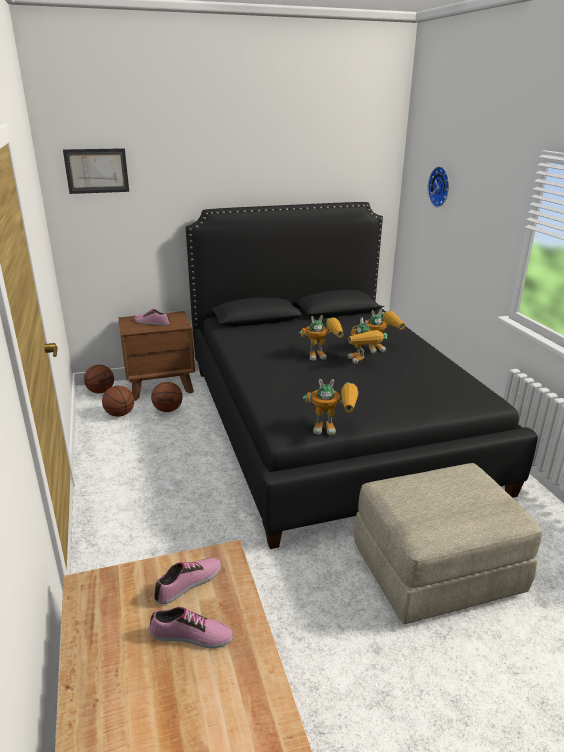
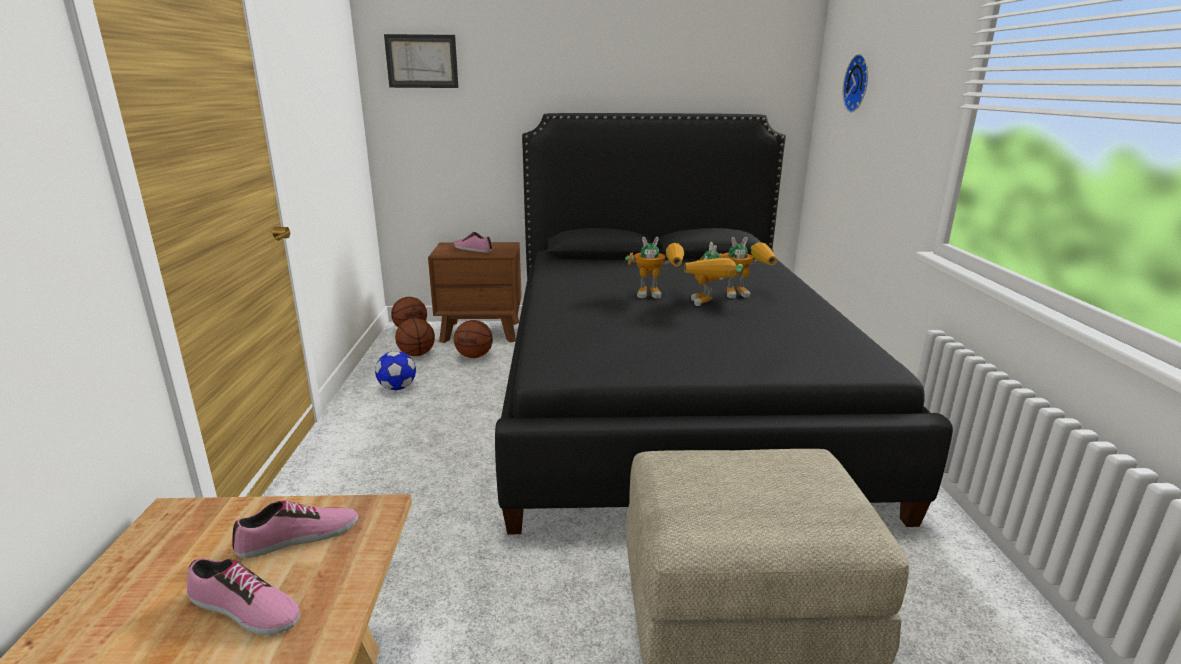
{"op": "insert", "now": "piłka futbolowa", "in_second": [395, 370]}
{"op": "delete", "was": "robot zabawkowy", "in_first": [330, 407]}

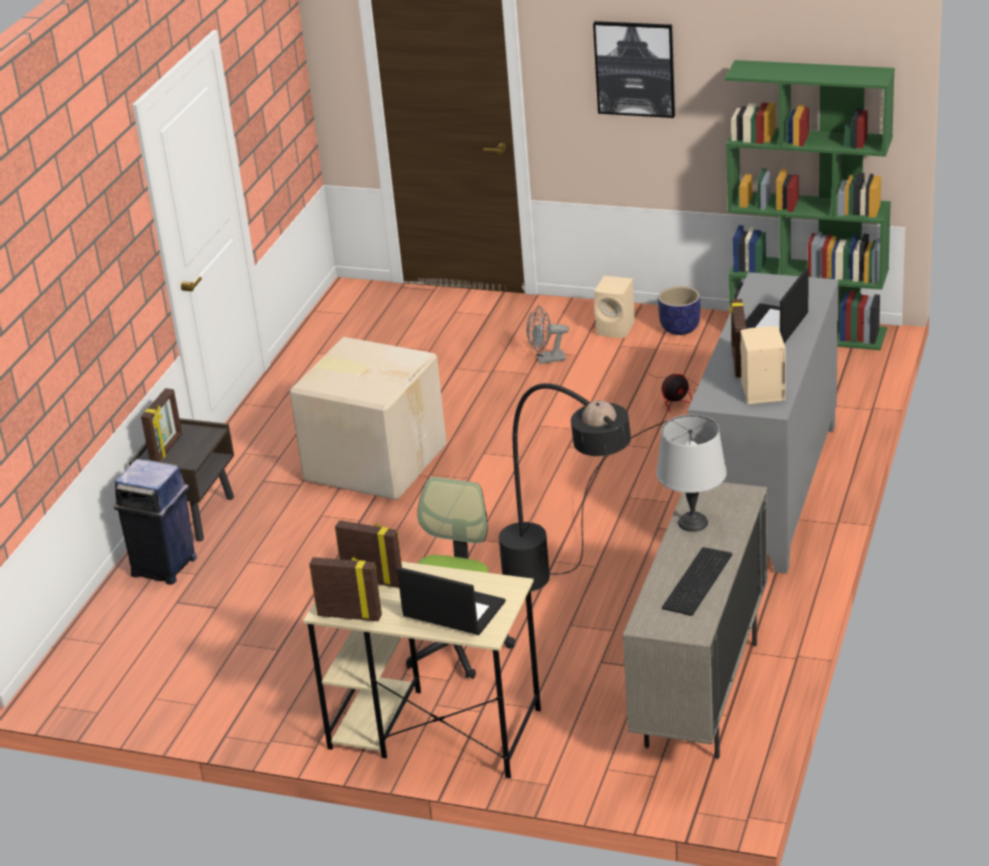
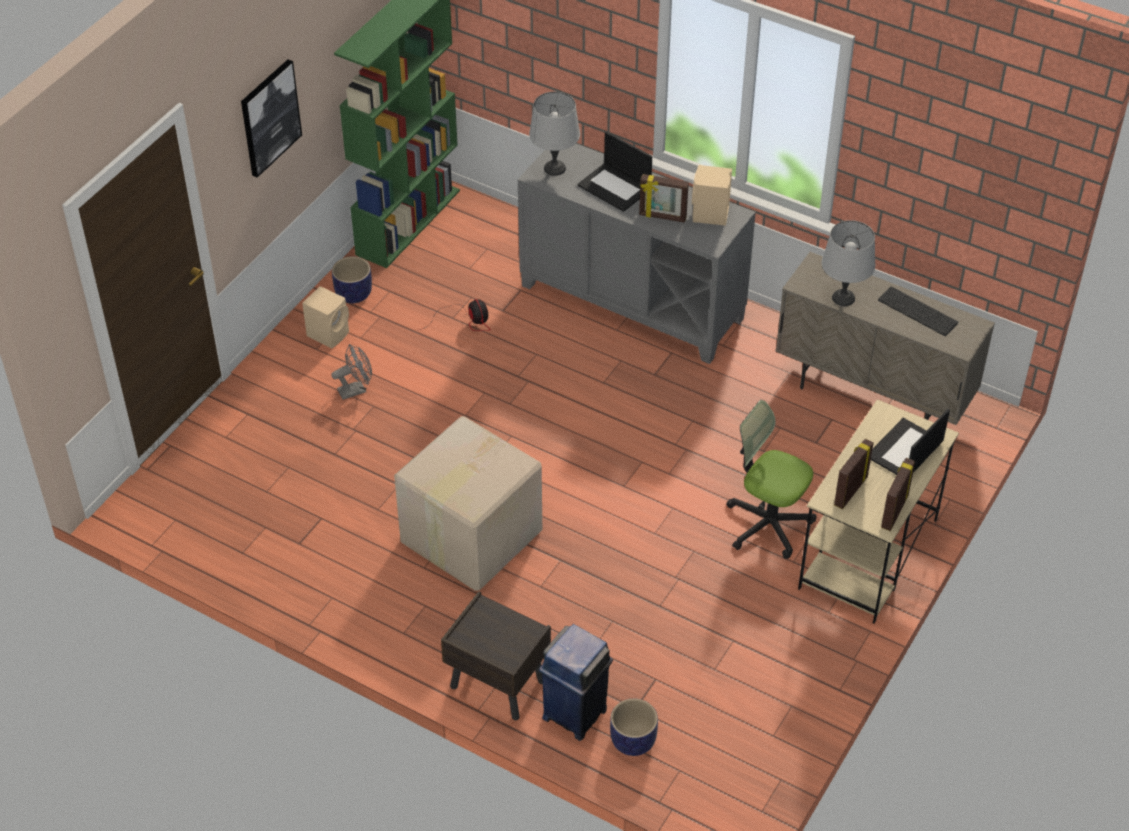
{"op": "rotate", "was": "wentylator/szary", "in_first": [548, 335], "in_second": [351, 372], "clockwise": -120}
{"op": "insert", "now": "lampa stołowa/szary", "in_second": [554, 134]}
{"op": "insert", "now": "donica", "in_second": [634, 727]}
{"op": "delete", "was": "ramka na zdjęcie", "in_first": [161, 425]}
{"op": "delete", "was": "lampa stojąca/czarny", "in_first": [583, 487]}

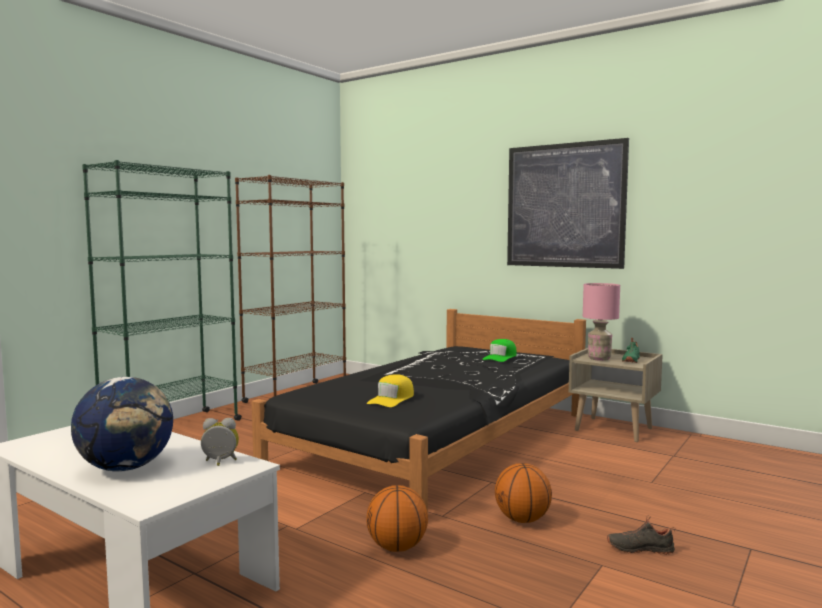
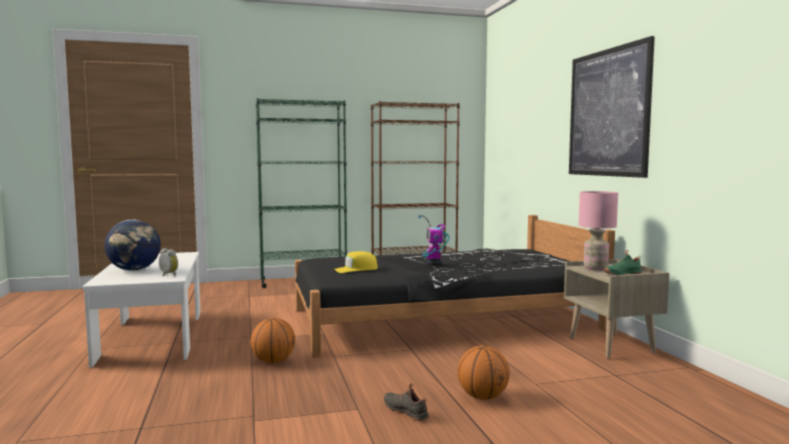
{"op": "insert", "now": "robot zabawkowy", "in_second": [433, 240]}
{"op": "move", "was": "piłka do koszykówki", "in_first": [523, 493], "in_second": [484, 372]}
{"op": "delete", "was": "czapka z daszkiem/zielony", "in_first": [500, 350]}

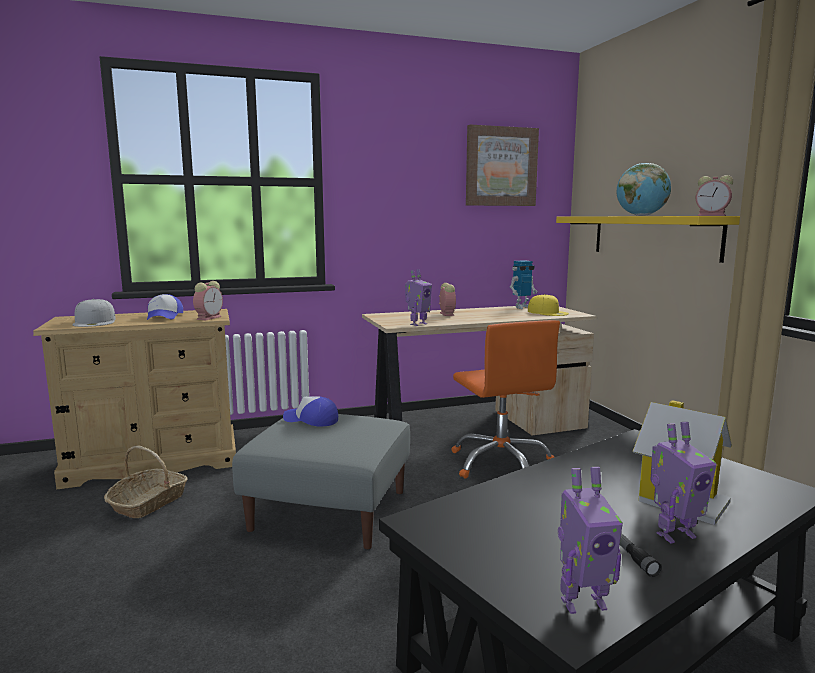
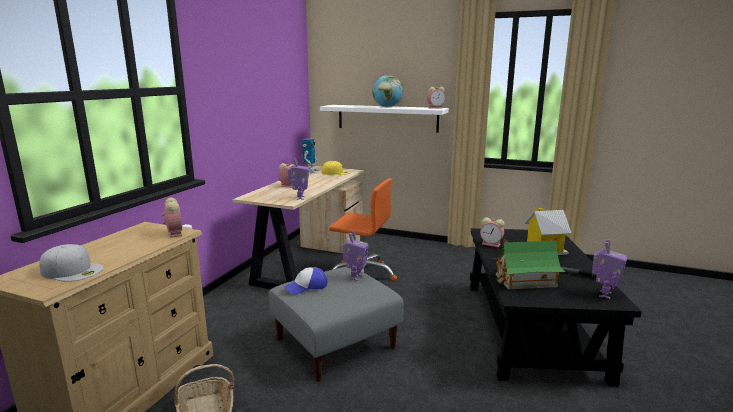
{"op": "recolor", "was": "półka/żółty", "now": "półka/biały", "in_first": [648, 239], "in_second": [384, 119]}
{"op": "move", "was": "robot zabawkowy", "in_first": [683, 483], "in_second": [355, 256]}
{"op": "insert", "now": "budzik", "in_second": [492, 232]}
{"op": "insert", "now": "domek", "in_second": [529, 263]}
{"op": "delete", "was": "czapka z daszkiem", "in_first": [165, 307]}
{"op": "delete", "was": "obraz", "in_first": [502, 165]}

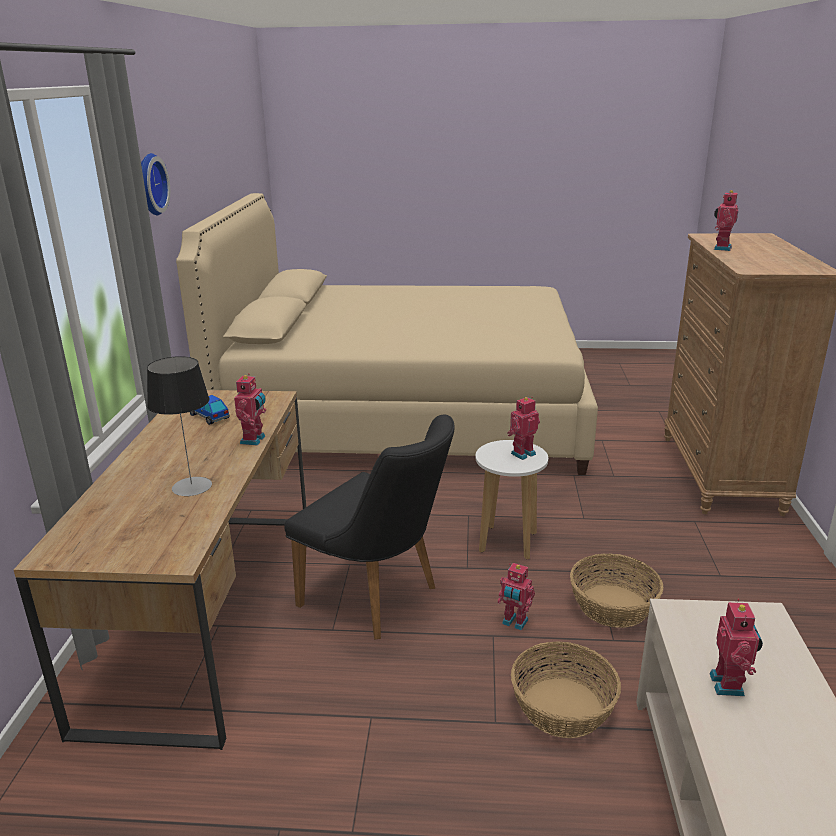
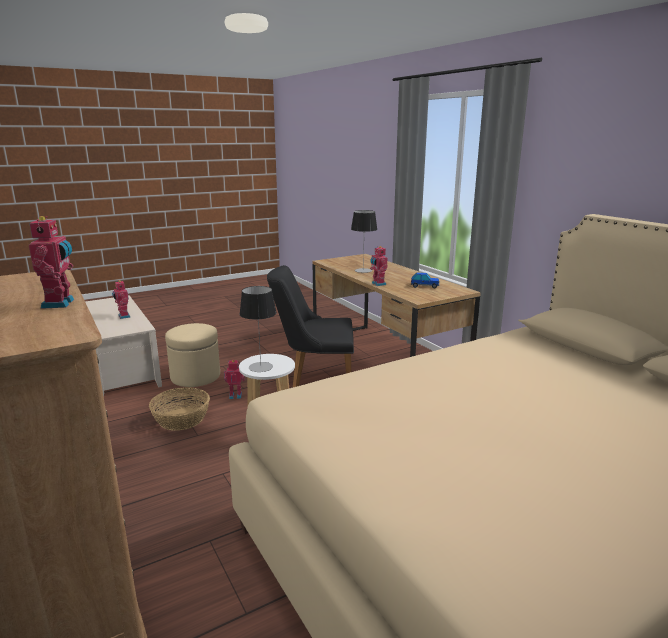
{"op": "replace", "was": "koszyk", "now": "pufa/beżowy", "in_first": [566, 690], "in_second": [192, 355]}
{"op": "replace", "was": "robot zabawkowy", "now": "lampa stołowa", "in_first": [523, 428], "in_second": [258, 329]}
{"op": "delete", "was": "zegar ścienny", "in_first": [155, 184]}

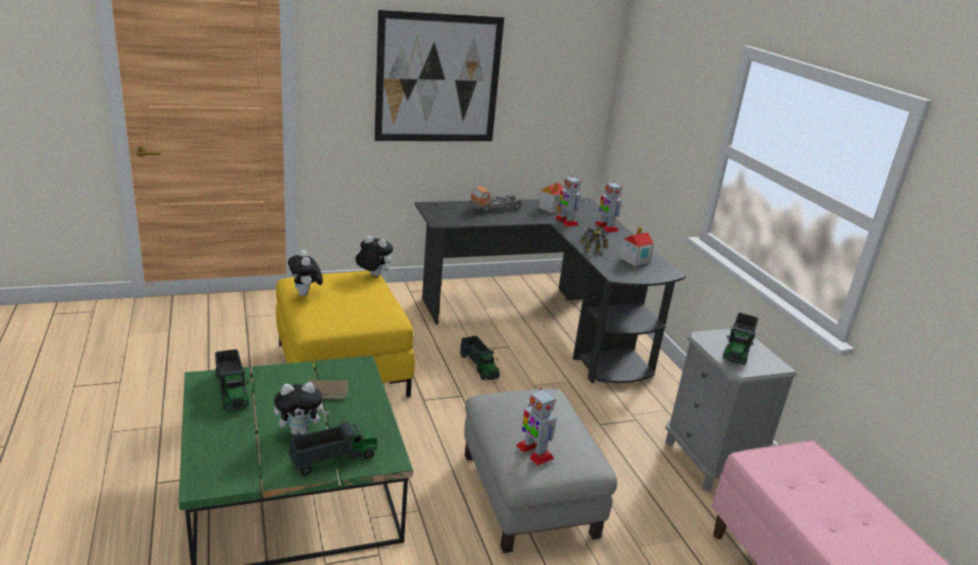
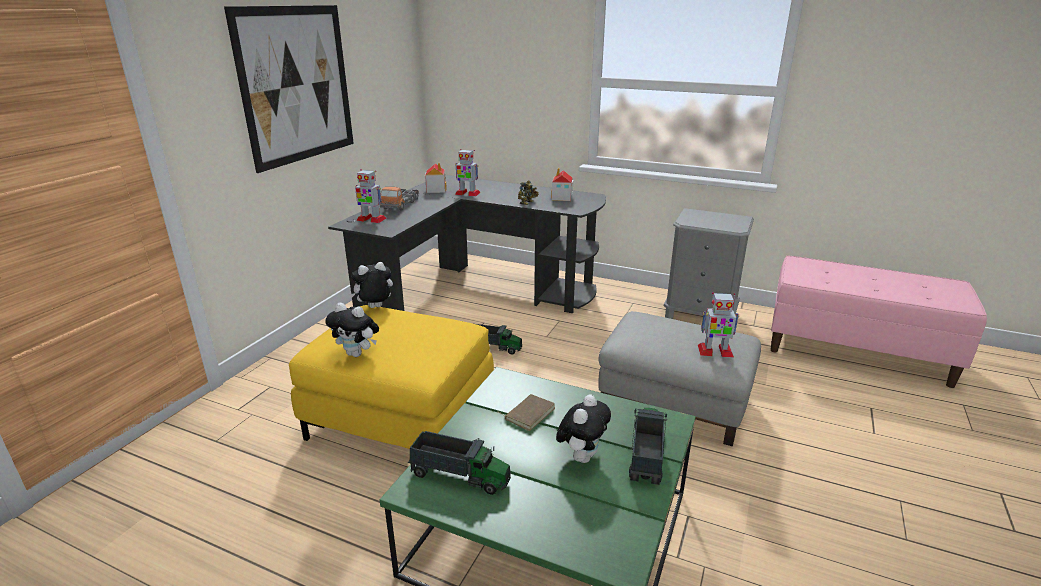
{"op": "move", "was": "robot zabawkowy", "in_first": [608, 207], "in_second": [370, 196]}
{"op": "delete", "was": "ciężarówka zabawkowa", "in_first": [741, 338]}

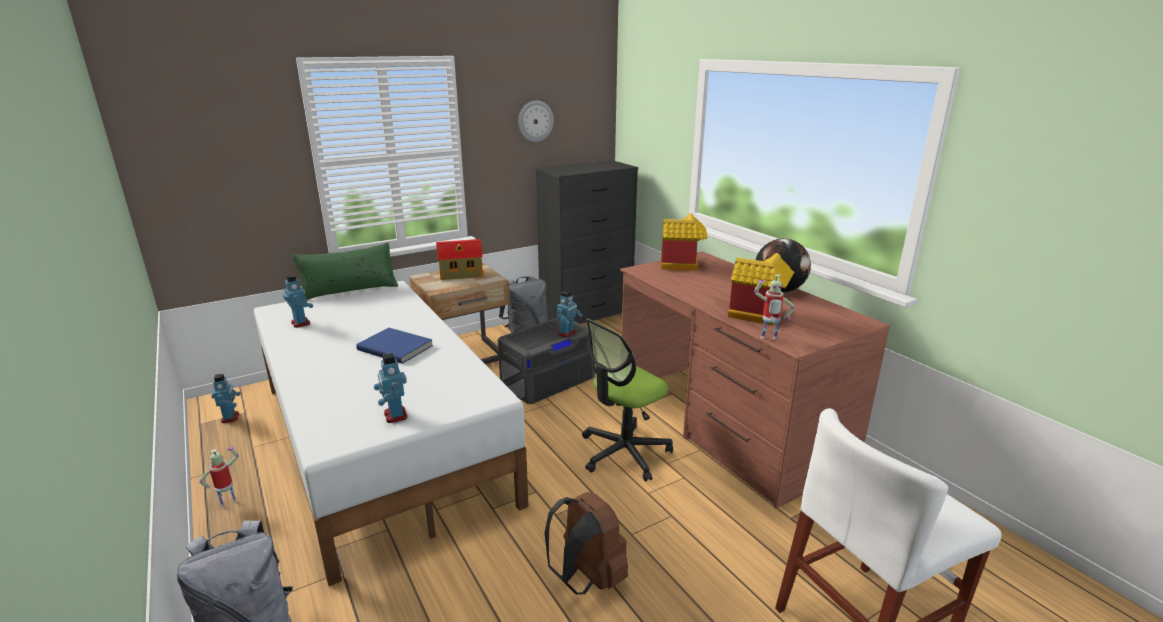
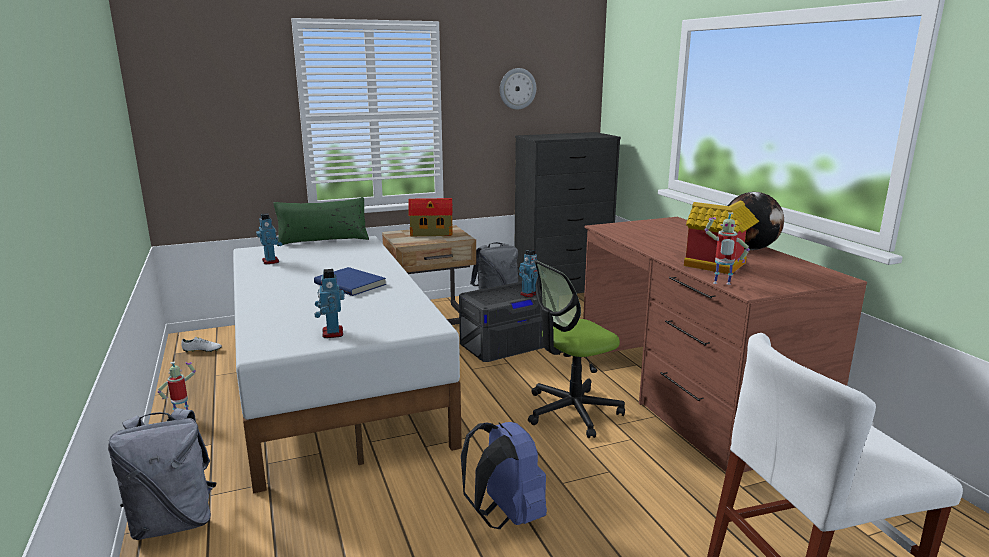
{"op": "replace", "was": "robot zabawkowy", "now": "but/biały", "in_first": [225, 398], "in_second": [201, 345]}
{"op": "recolor", "was": "plecak/brązowy", "now": "plecak/niebieski", "in_first": [586, 543], "in_second": [504, 475]}
{"op": "delete", "was": "domek", "in_first": [684, 242]}

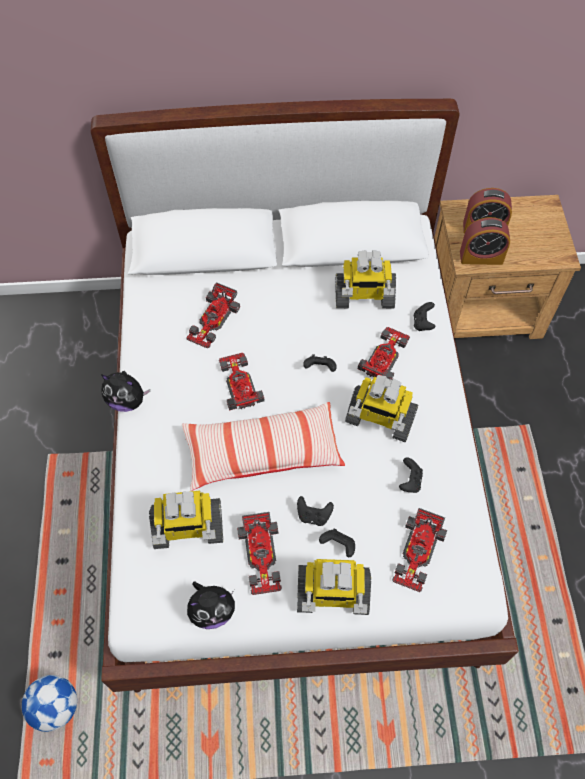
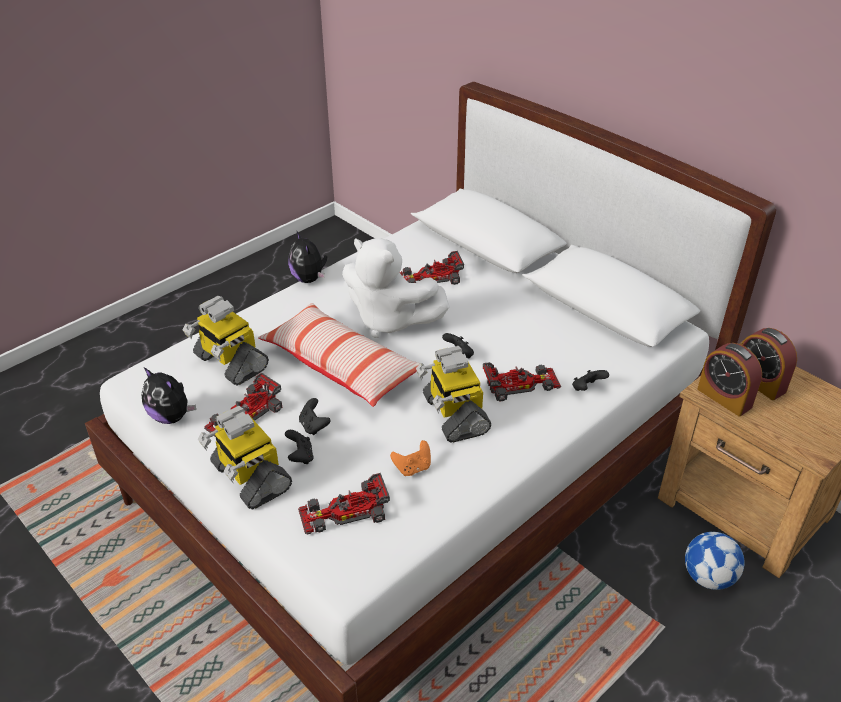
{"op": "replace", "was": "samochodzik", "now": "pluszak/biały", "in_first": [242, 381], "in_second": [396, 288]}
{"op": "recolor", "was": "pad do gier/czarny", "now": "pad do gier/pomarańczowy", "in_first": [411, 475], "in_second": [410, 458]}
{"op": "move", "was": "piłka futbolowa", "in_first": [49, 703], "in_second": [715, 561]}
{"op": "delete", "was": "robot zabawkowy", "in_first": [365, 279]}

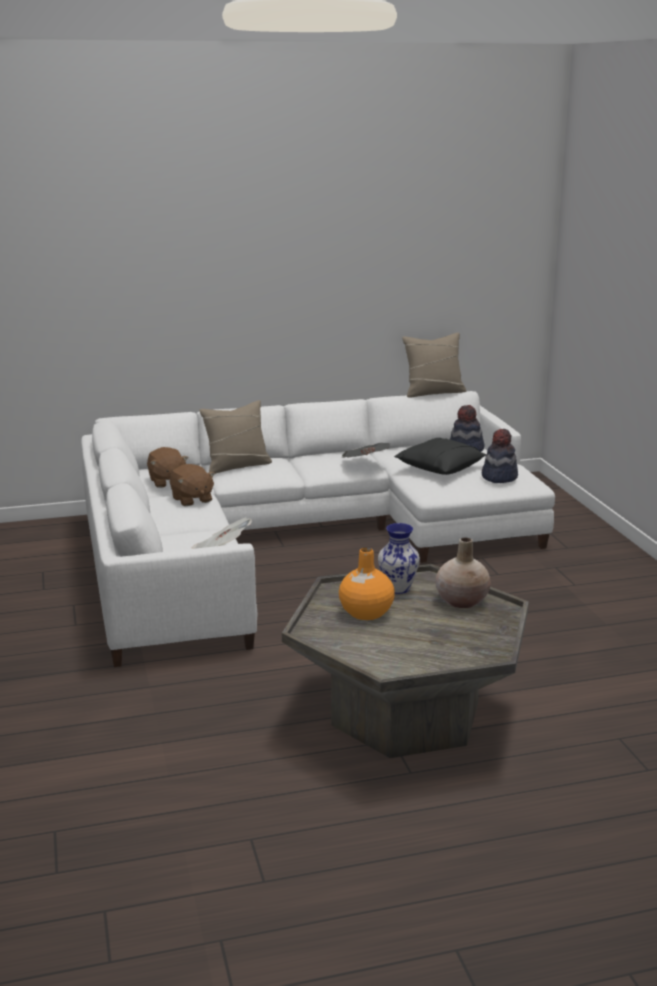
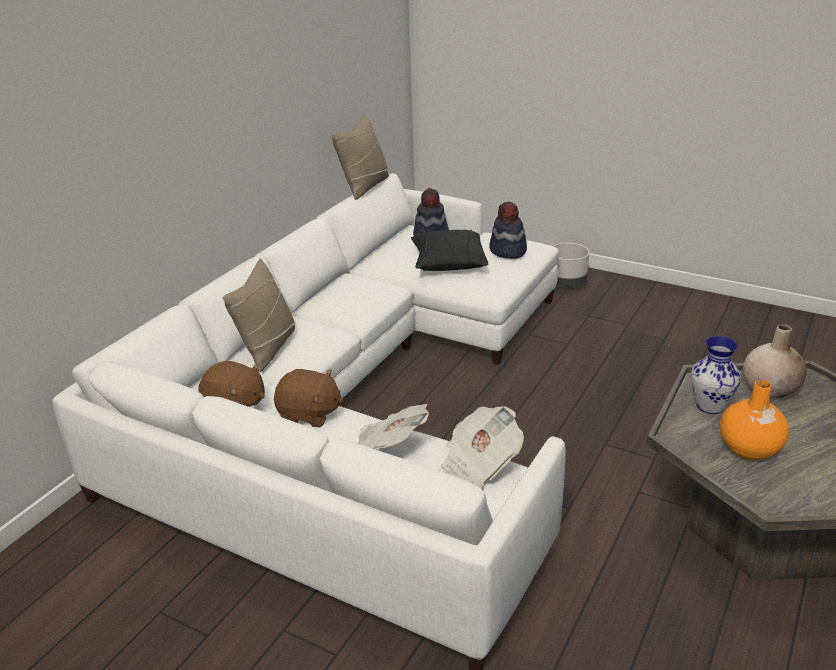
{"op": "move", "was": "gazeta", "in_first": [365, 450], "in_second": [393, 426]}
{"op": "insert", "now": "donica/szary", "in_second": [571, 265]}

